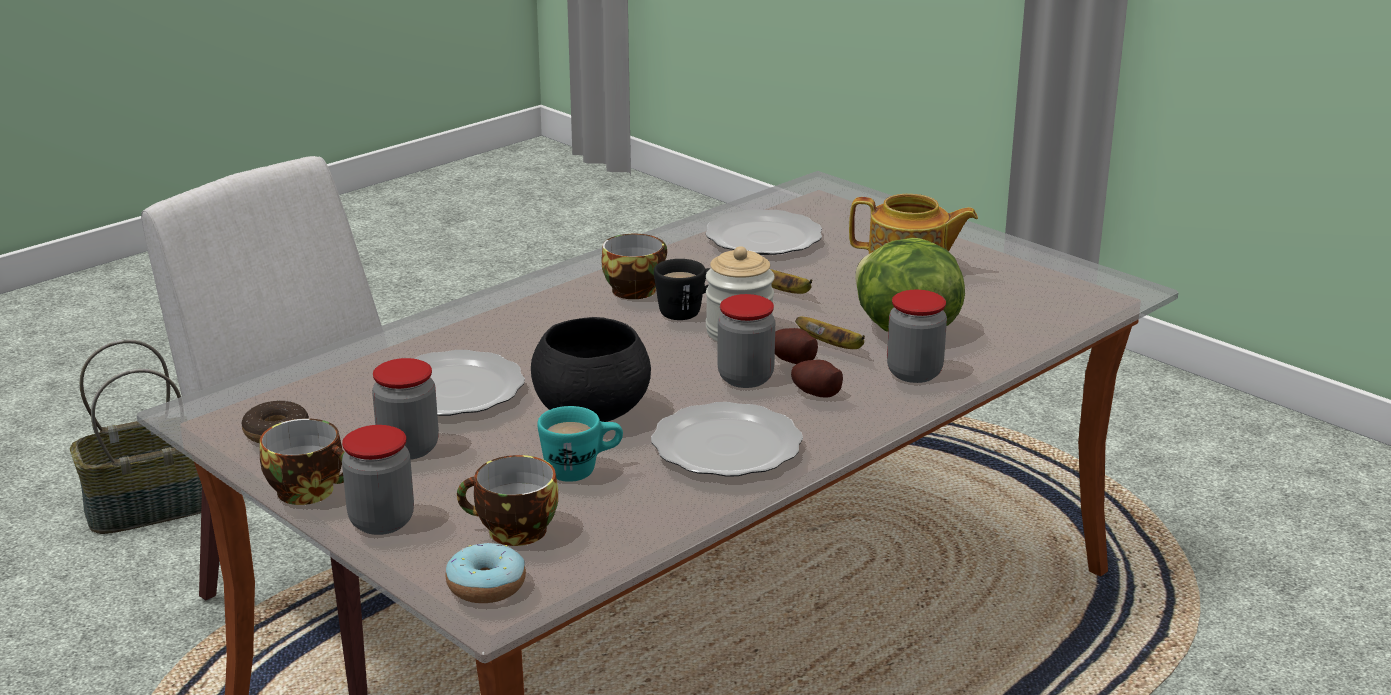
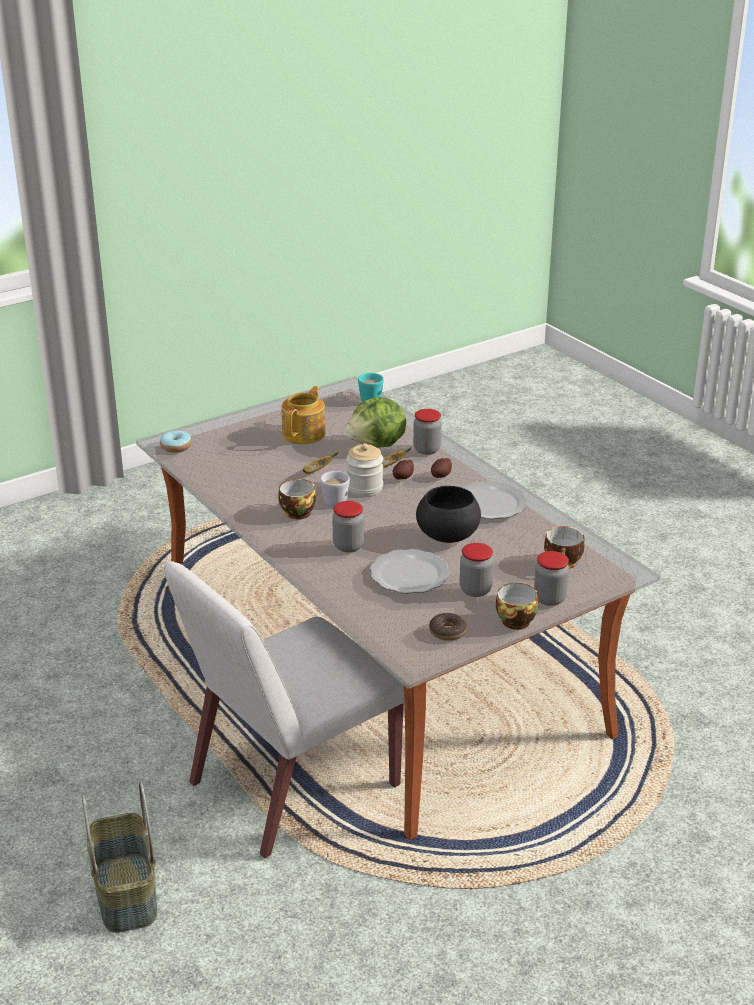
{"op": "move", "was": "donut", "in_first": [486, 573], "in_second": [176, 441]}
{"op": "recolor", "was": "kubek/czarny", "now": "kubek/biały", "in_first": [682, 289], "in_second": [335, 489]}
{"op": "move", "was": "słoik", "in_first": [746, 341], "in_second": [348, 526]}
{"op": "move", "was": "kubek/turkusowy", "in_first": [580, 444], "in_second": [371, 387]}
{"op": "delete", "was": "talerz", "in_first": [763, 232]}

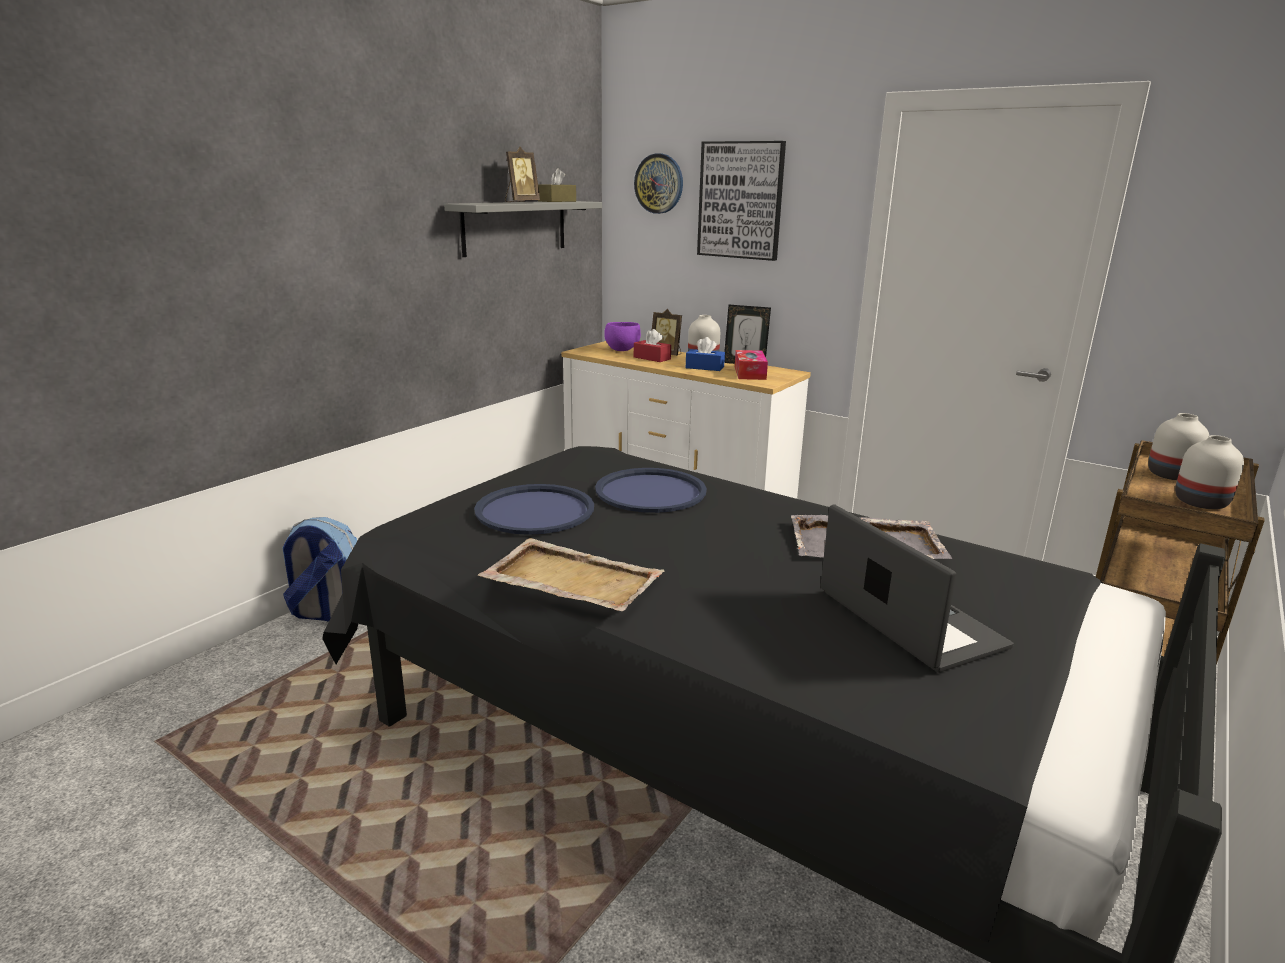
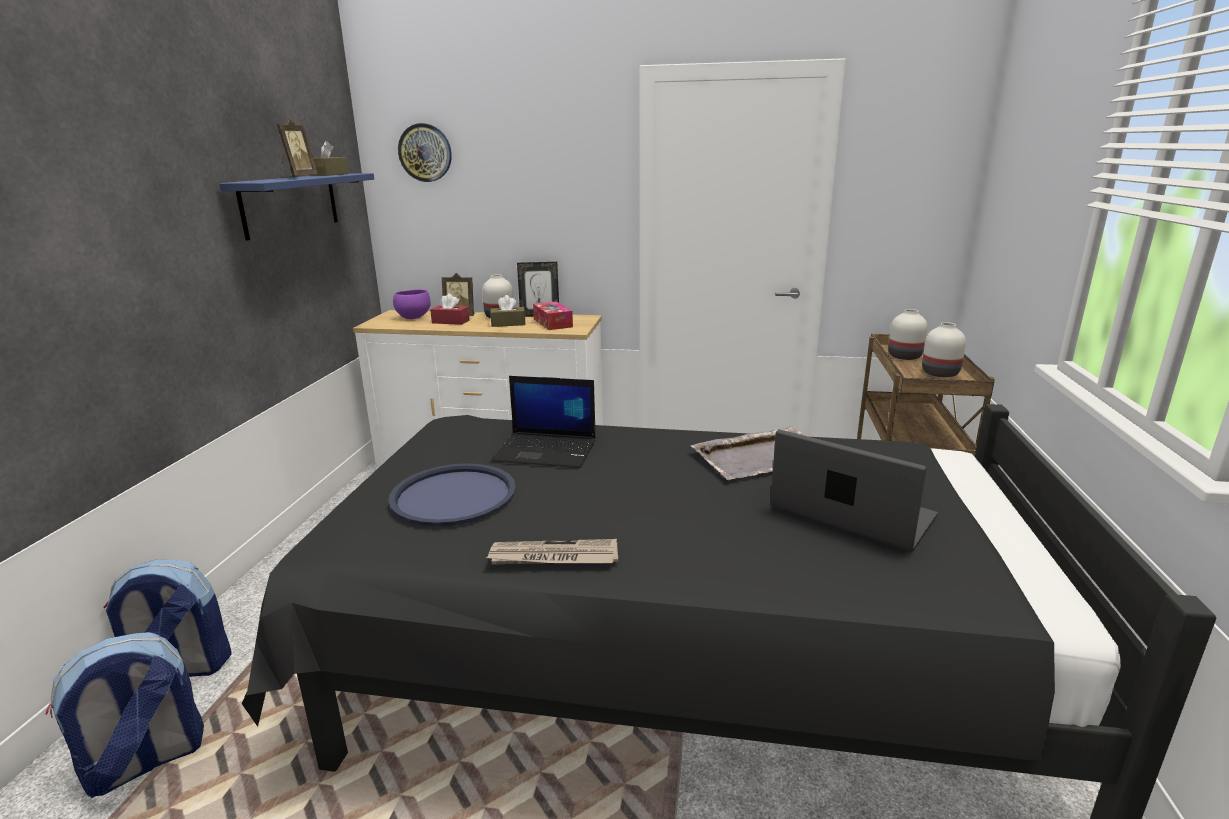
{"op": "insert", "now": "plecak", "in_second": [125, 715]}
{"op": "recolor", "was": "półka/szary", "now": "półka/niebieski", "in_first": [523, 229], "in_second": [296, 207]}
{"op": "replace", "was": "taca/beżowy", "now": "gazeta", "in_first": [571, 574], "in_second": [552, 552]}
{"op": "recolor", "was": "pudełko chusteczek/niebieski", "now": "pudełko chusteczek/brązowy", "in_first": [705, 354], "in_second": [507, 311]}
{"op": "replace", "was": "taca/niebieski", "now": "laptop", "in_first": [651, 490], "in_second": [543, 422]}
{"op": "delete", "was": "obraz", "in_first": [741, 201]}

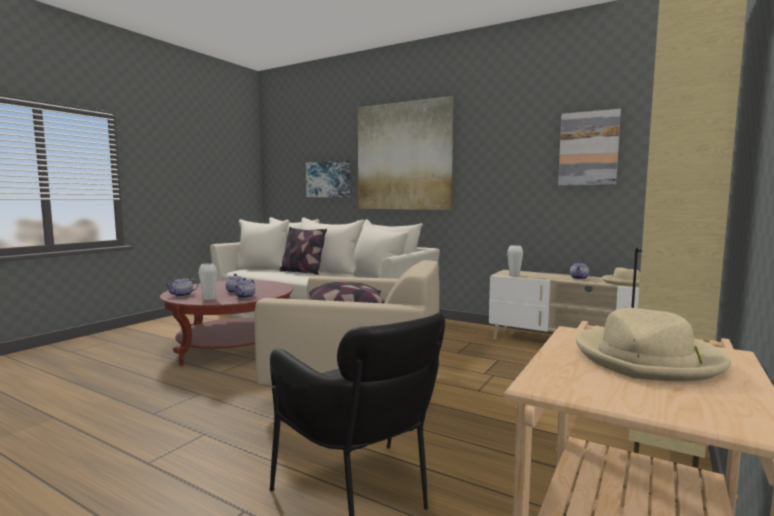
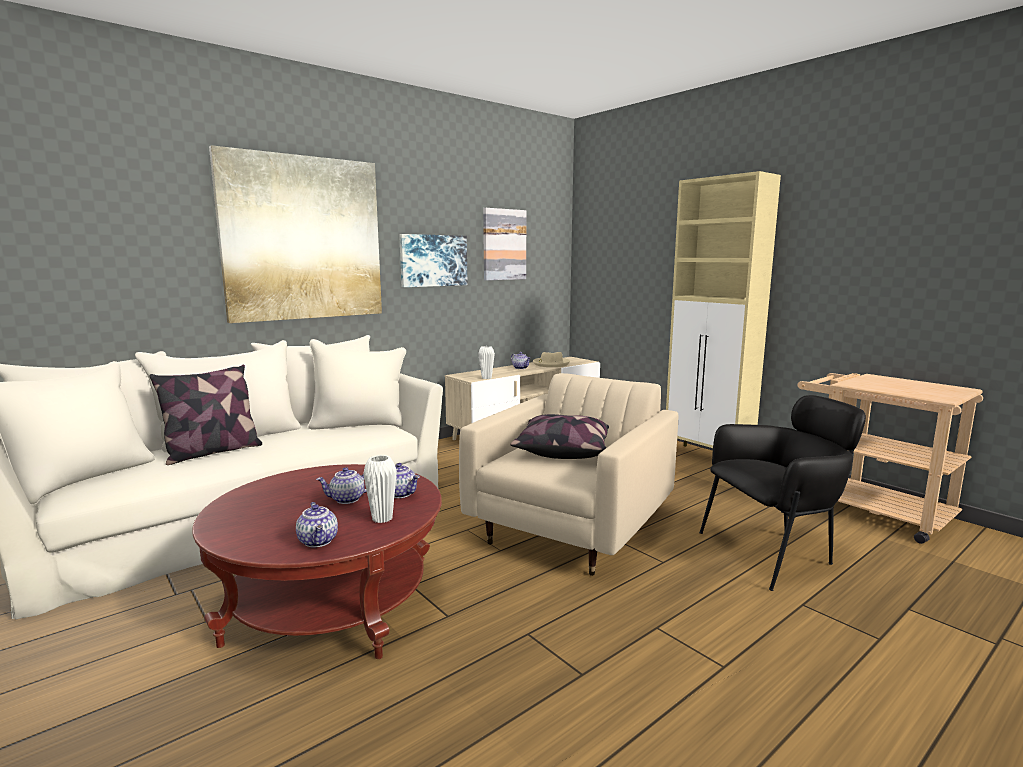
{"op": "move", "was": "obraz", "in_first": [328, 178], "in_second": [433, 260]}
{"op": "delete", "was": "kapelusz/beżowy", "in_first": [653, 345]}

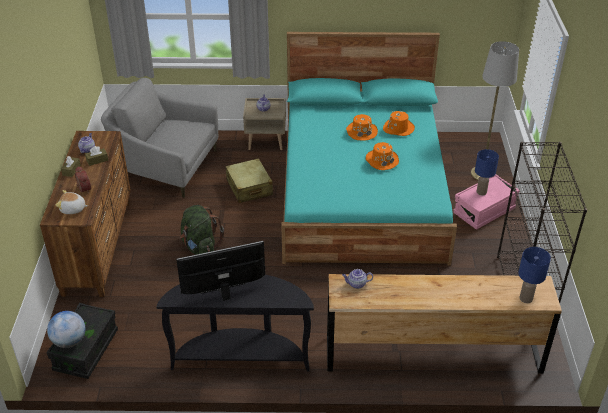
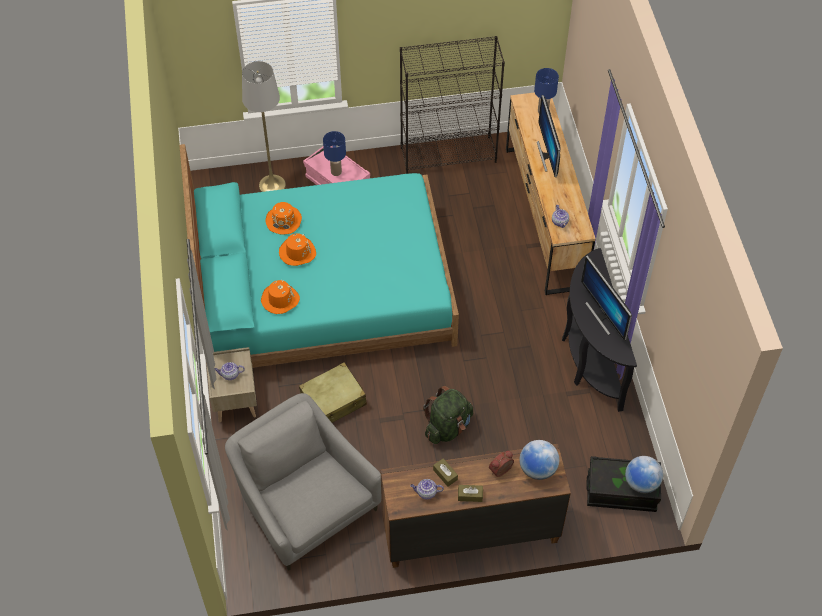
{"op": "rotate", "was": "fotel/szary", "in_first": [159, 138], "in_second": [303, 482], "clockwise": 135}
{"op": "move", "was": "kapelusz/pomarańczowy", "in_first": [382, 156], "in_second": [280, 297]}
{"op": "replace", "was": "pluszak", "now": "globus", "in_first": [72, 202], "in_second": [539, 460]}
{"op": "insert", "now": "monitor", "in_second": [549, 136]}

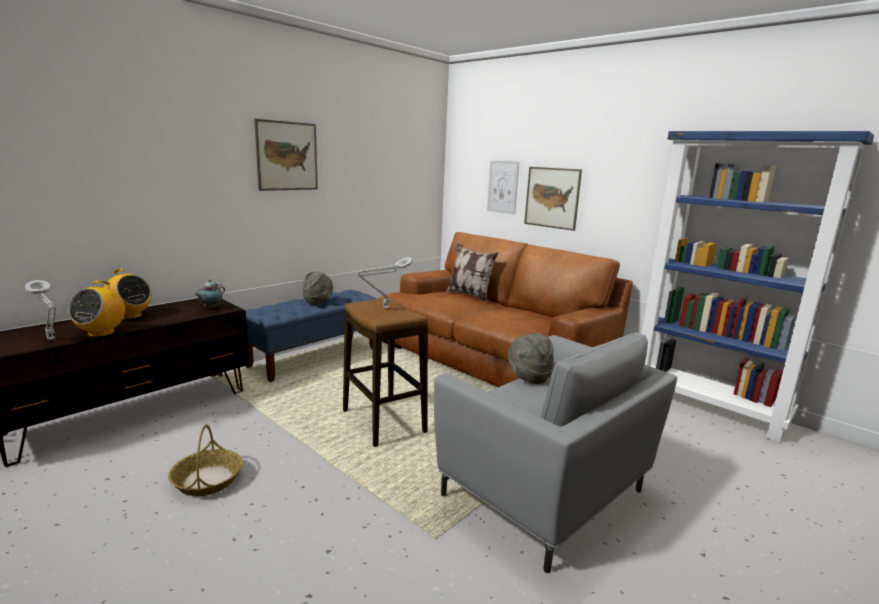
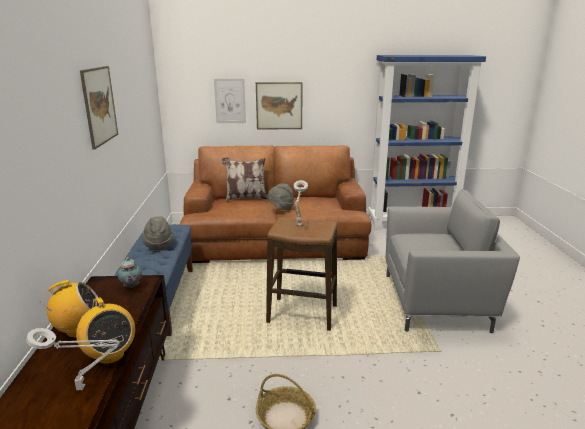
{"op": "move", "was": "kapelusz/szary", "in_first": [531, 358], "in_second": [280, 196]}

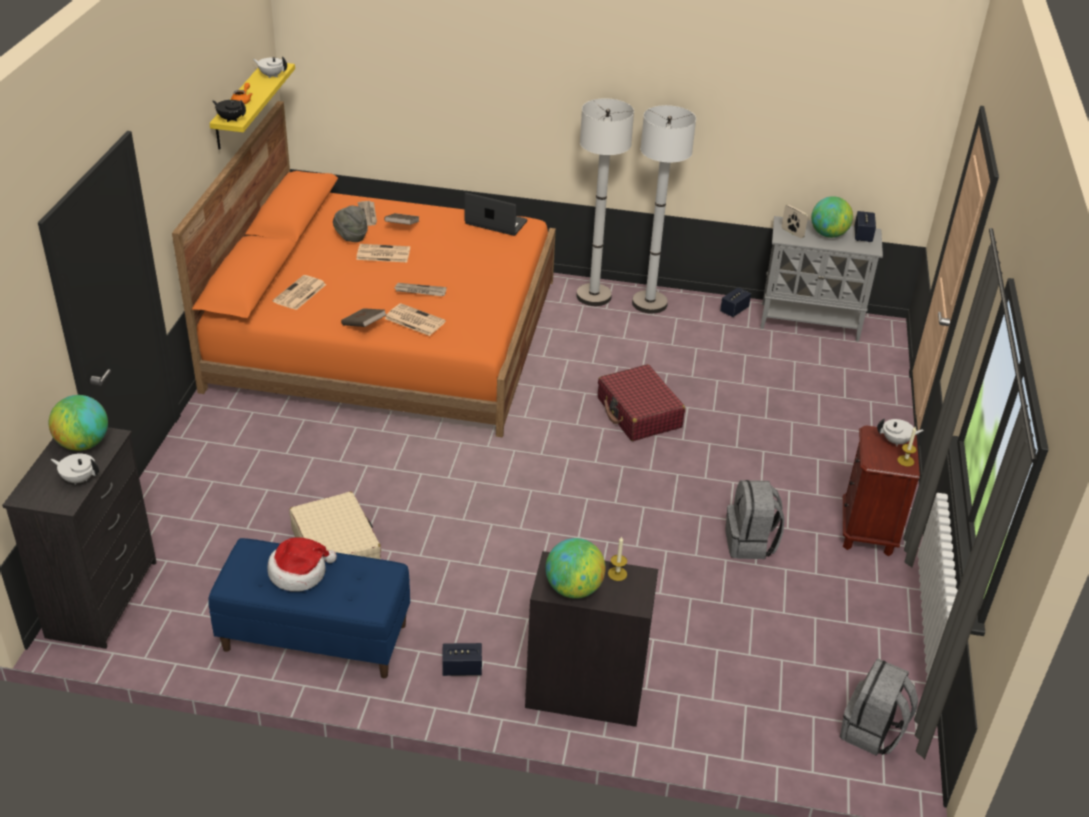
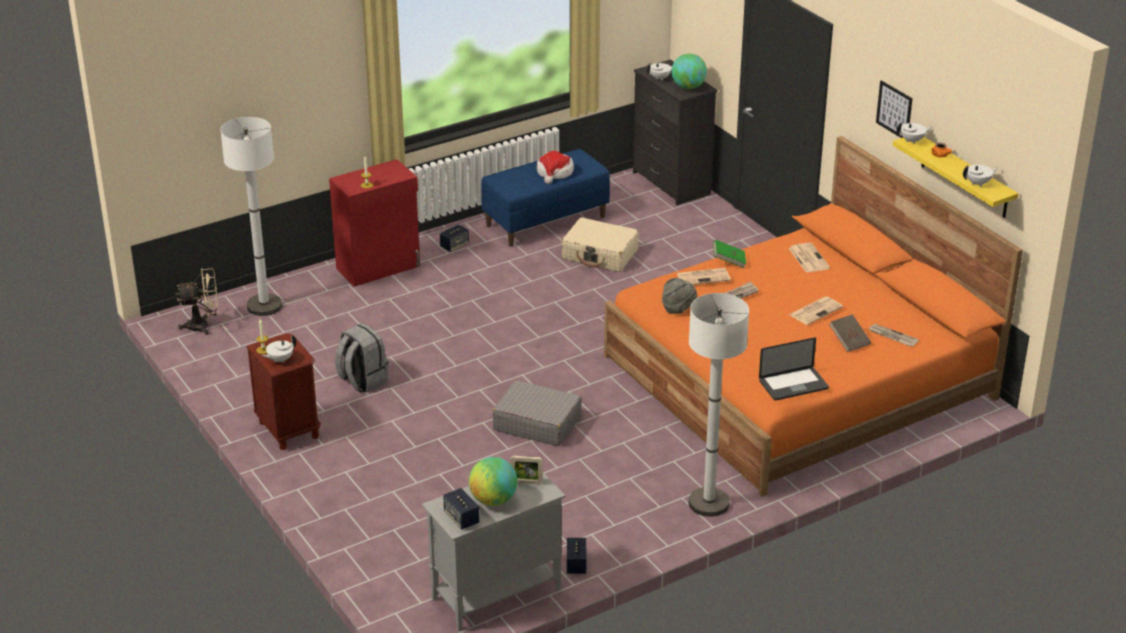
{"op": "replace", "was": "plecak/szary", "now": "wentylator/beżowy", "in_first": [879, 707], "in_second": [197, 301]}
{"op": "move", "was": "lampa stojąca/biały", "in_first": [664, 209], "in_second": [251, 216]}
{"op": "recolor", "was": "szafka/czarny", "now": "szafka/czerwony", "in_first": [591, 639], "in_second": [374, 223]}
{"op": "recolor", "was": "walizka/czerwony", "now": "walizka/szary", "in_first": [641, 402], "in_second": [537, 413]}
{"op": "move", "was": "kapelusz/szary", "in_first": [350, 223], "in_second": [679, 296]}
{"op": "recolor", "was": "książka/brązowy", "now": "książka/zielony", "in_first": [363, 317], "in_second": [729, 253]}
{"op": "insert", "now": "obraz", "in_second": [894, 109]}
{"op": "recolor", "was": "imbryk/czarny", "now": "imbryk/biały", "in_first": [229, 111], "in_second": [914, 133]}
{"op": "delete", "was": "globus", "in_first": [575, 568]}

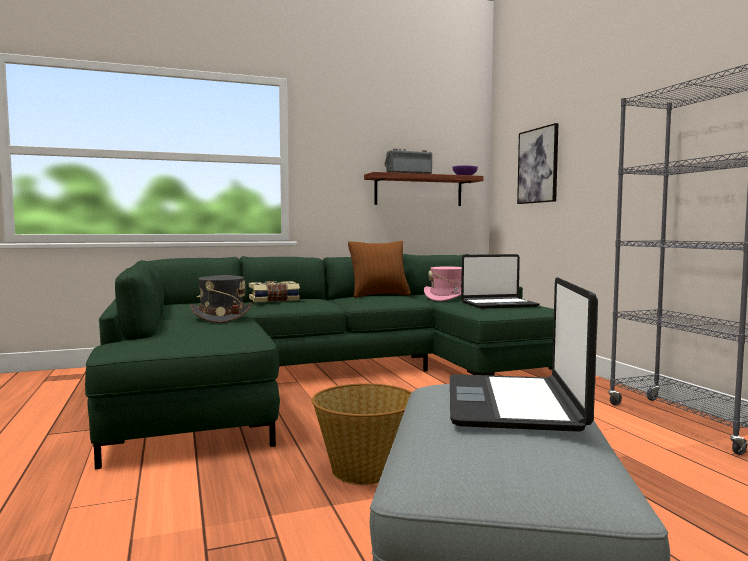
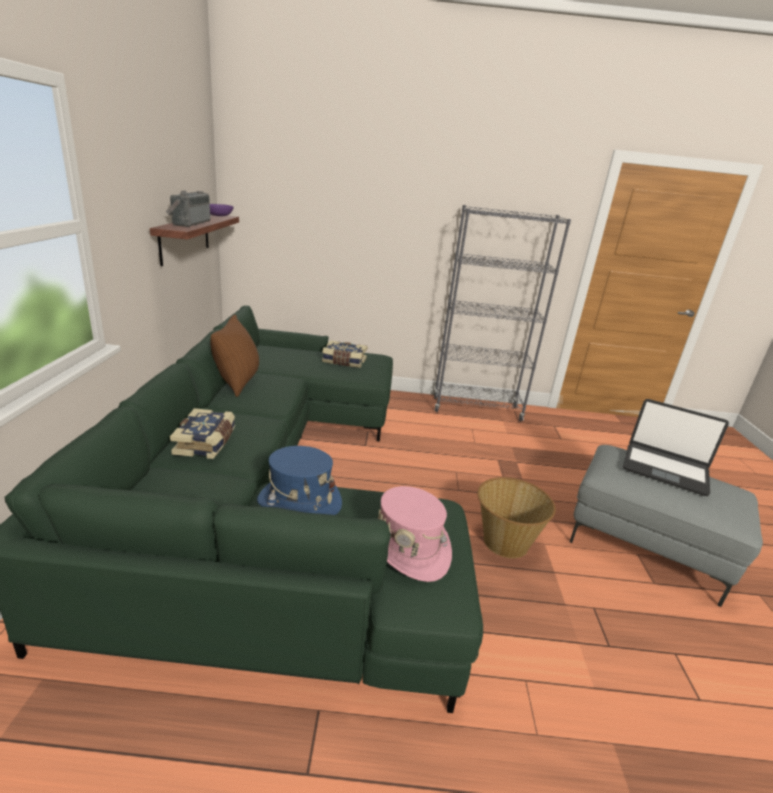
{"op": "recolor", "was": "kapelusz/szary", "now": "kapelusz/niebieski", "in_first": [221, 299], "in_second": [299, 480]}
{"op": "replace", "was": "laptop", "now": "książka", "in_first": [500, 281], "in_second": [345, 354]}
{"op": "move", "was": "kapelusz/różowy", "in_first": [443, 283], "in_second": [415, 534]}
{"op": "delete", "was": "obraz", "in_first": [537, 163]}

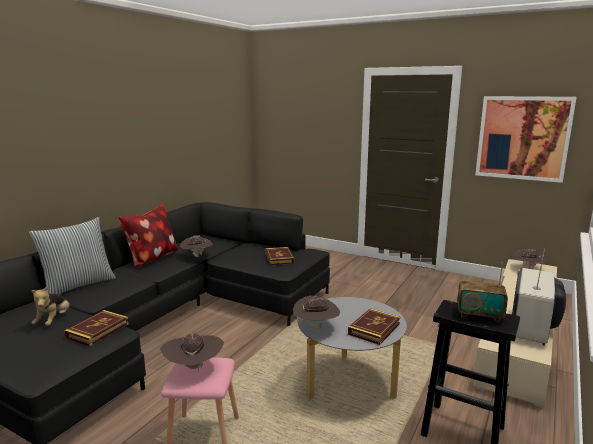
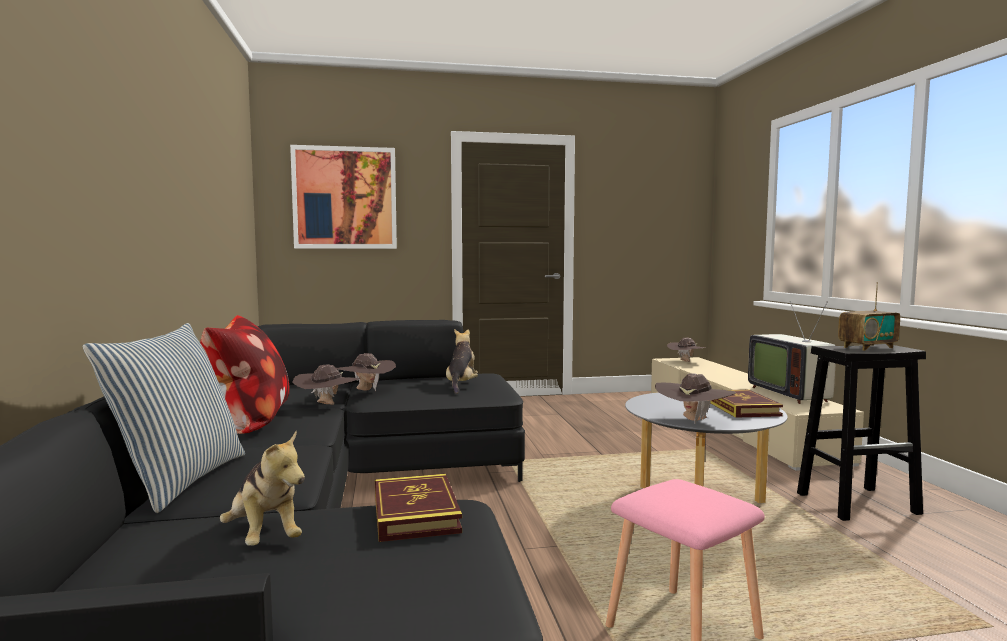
{"op": "move", "was": "obraz", "in_first": [526, 139], "in_second": [343, 197]}
{"op": "move", "was": "kapelusz/brązowy", "in_first": [192, 353], "in_second": [366, 372]}
{"op": "replace", "was": "książka", "now": "pluszak", "in_first": [279, 256], "in_second": [462, 361]}

